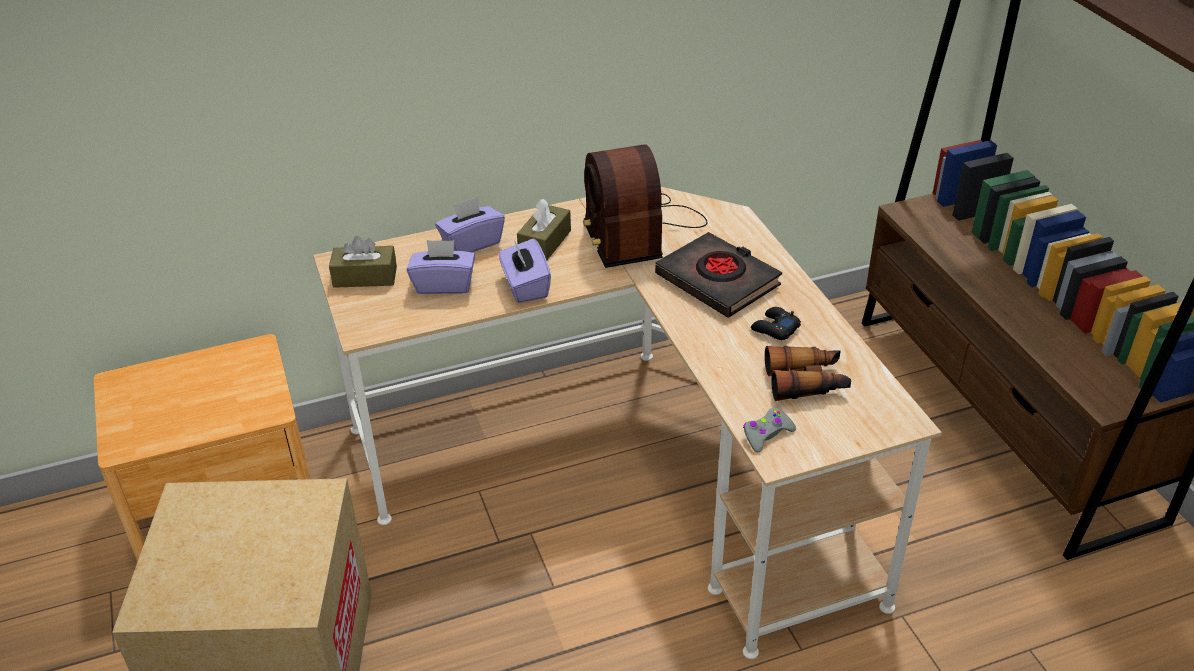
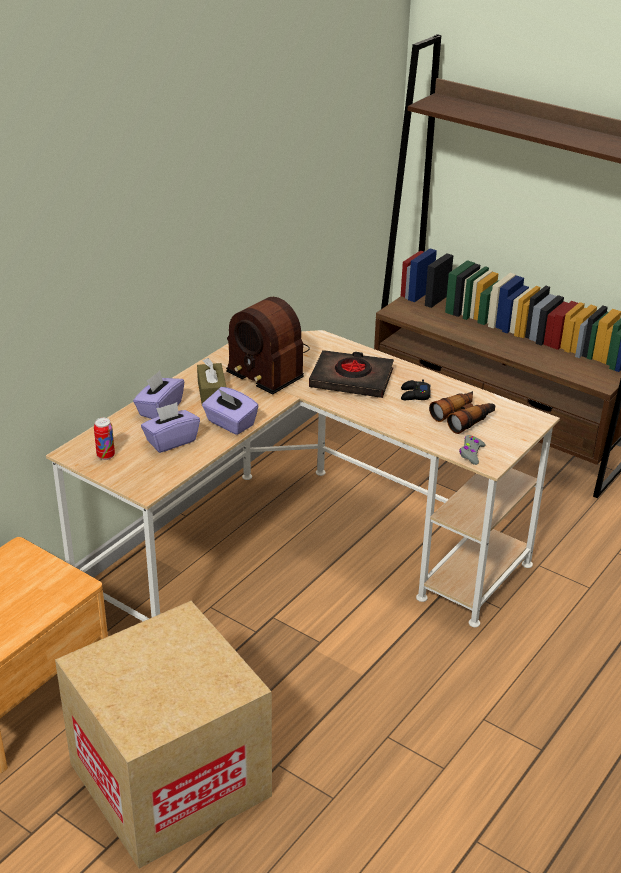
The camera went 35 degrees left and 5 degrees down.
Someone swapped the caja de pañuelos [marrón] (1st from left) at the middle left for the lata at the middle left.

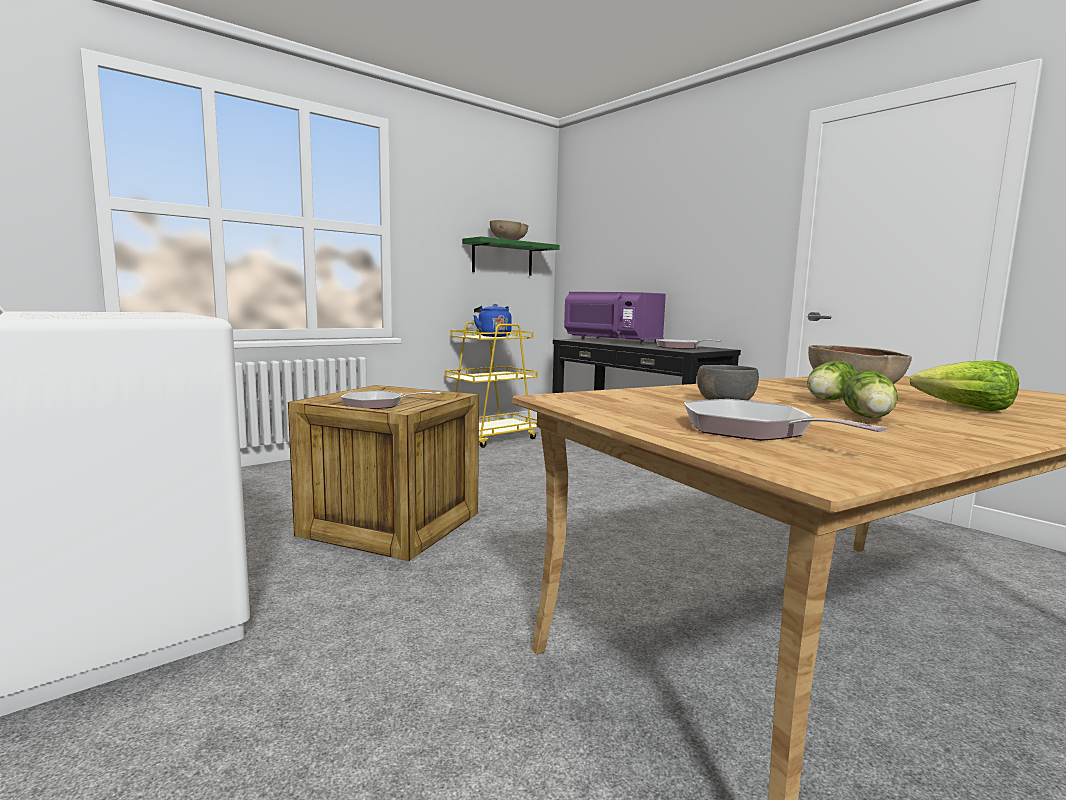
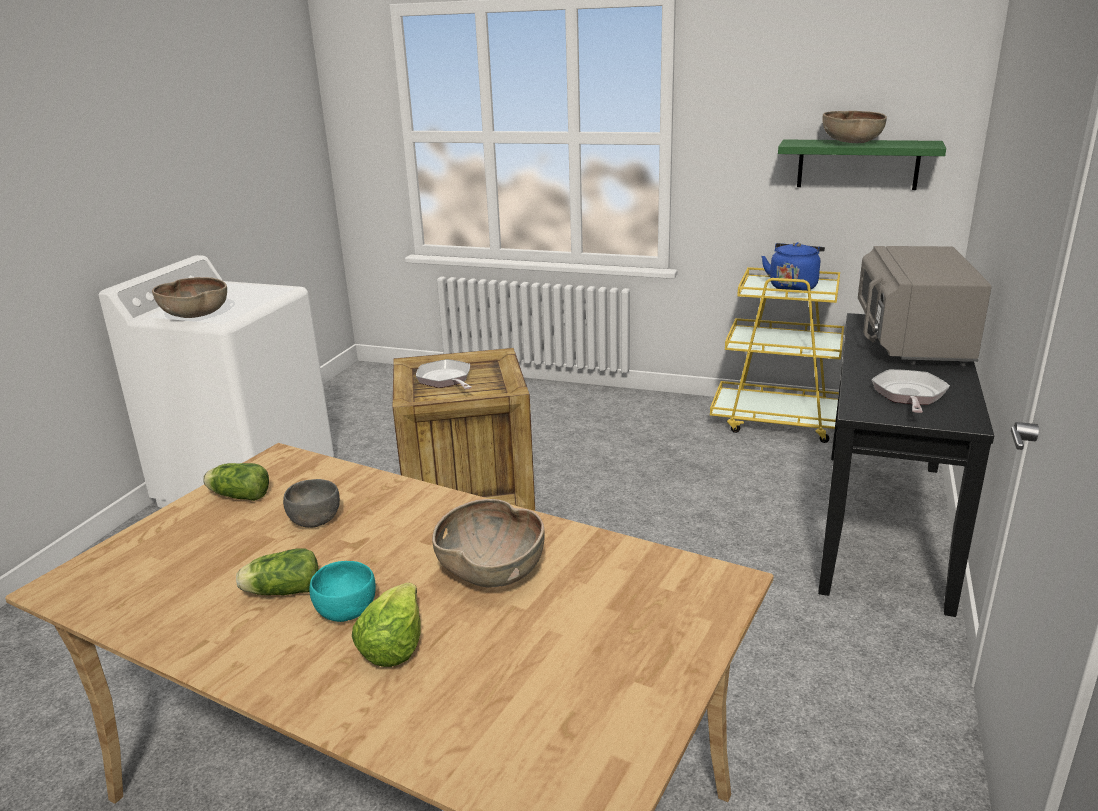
The camera went 60 degrees right and 15 degrees up.
Someone repainted the microondas [morado] at the centre, which became the microondas [gris] at the middle right.
Someone took away the sartén (3rd from left) at the middle right.
Someone carried the lechuga (1st from left) from the middle right to the middle left.
Someone put down the cuenco [marrón] (1st from left) at the middle left.
Someone put down the cuenco [turquesa] at the bottom left.

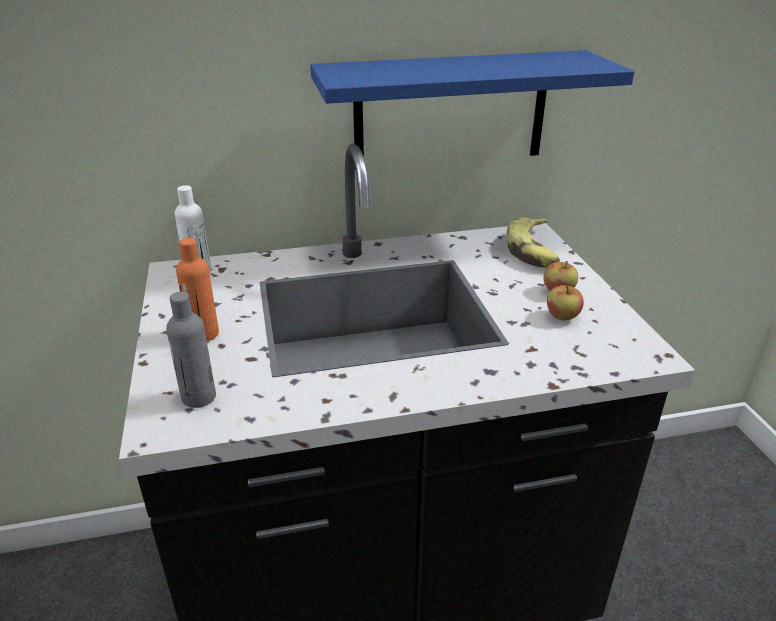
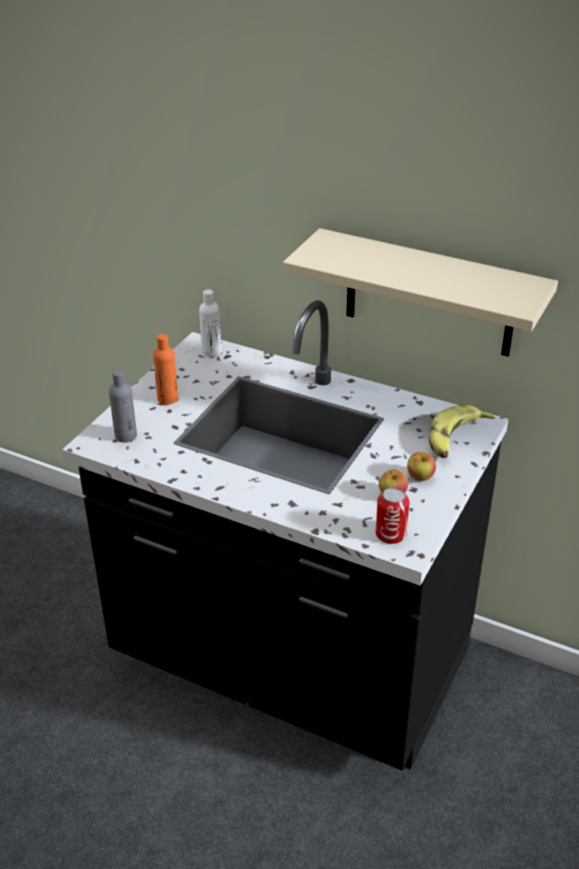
The camera went 40 degrees right and 5 degrees up.
Someone repainted the estante [azul] at the top centre, which became the estante [beis] at the middle right.
Someone put down the lata at the middle right.

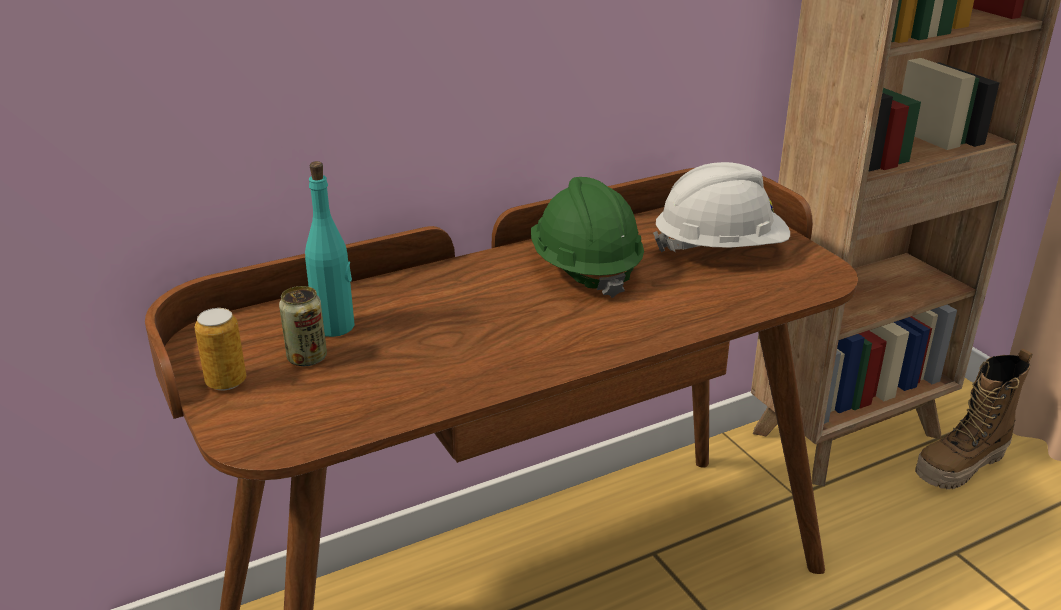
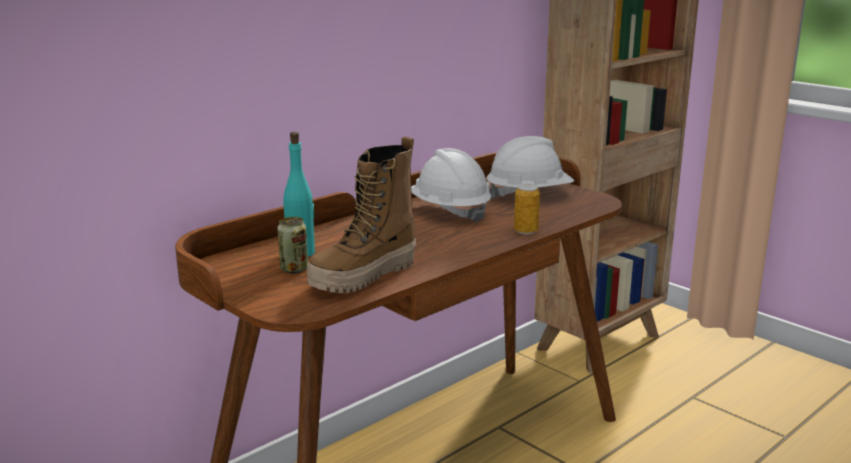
The camera went 15 degrees left and 10 degrees down.
Someone carried the lata (1st from left in the first image) from the middle left to the centre.
Someone repainted the casco [verde] at the centre, which became the casco [blanco] (1st from left) at the centre.
Someone carried the bota from the bottom right to the centre.

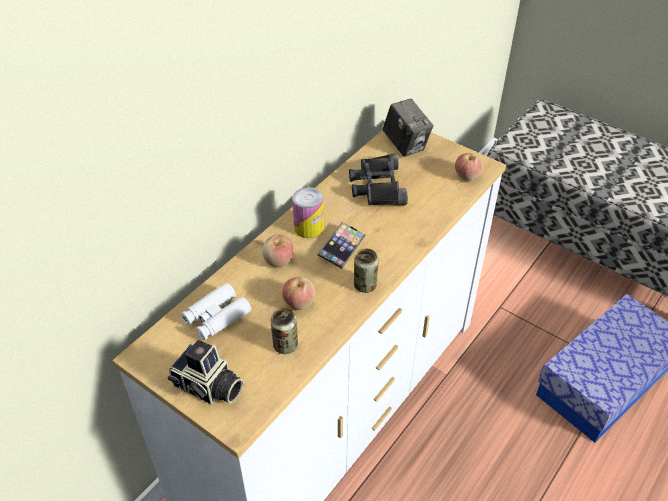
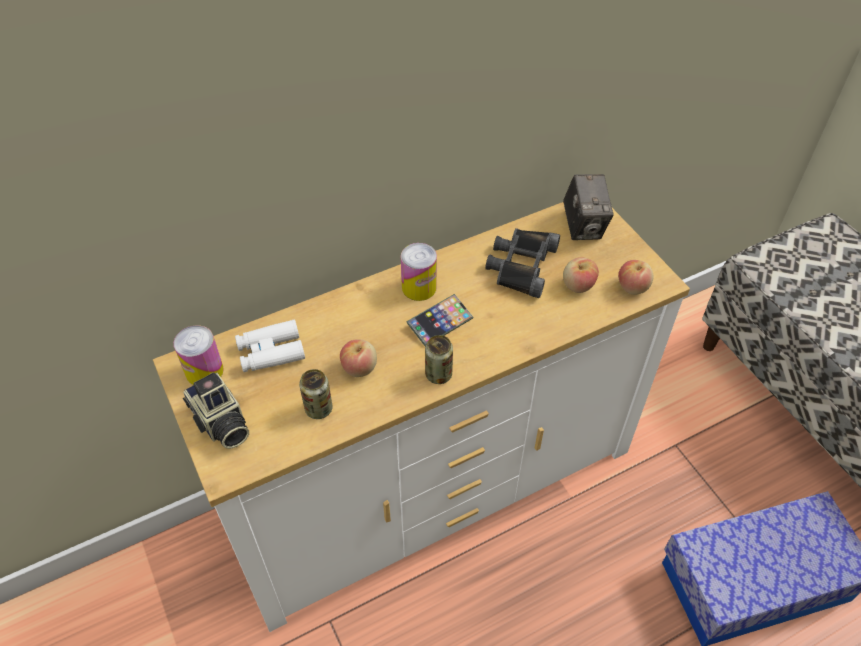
The camera went 25 degrees right and 5 degrees up.
Someone carried the manzana (1st from left in the first image) from the centre to the middle right.
Someone put down the lata (1st from left) at the middle left.

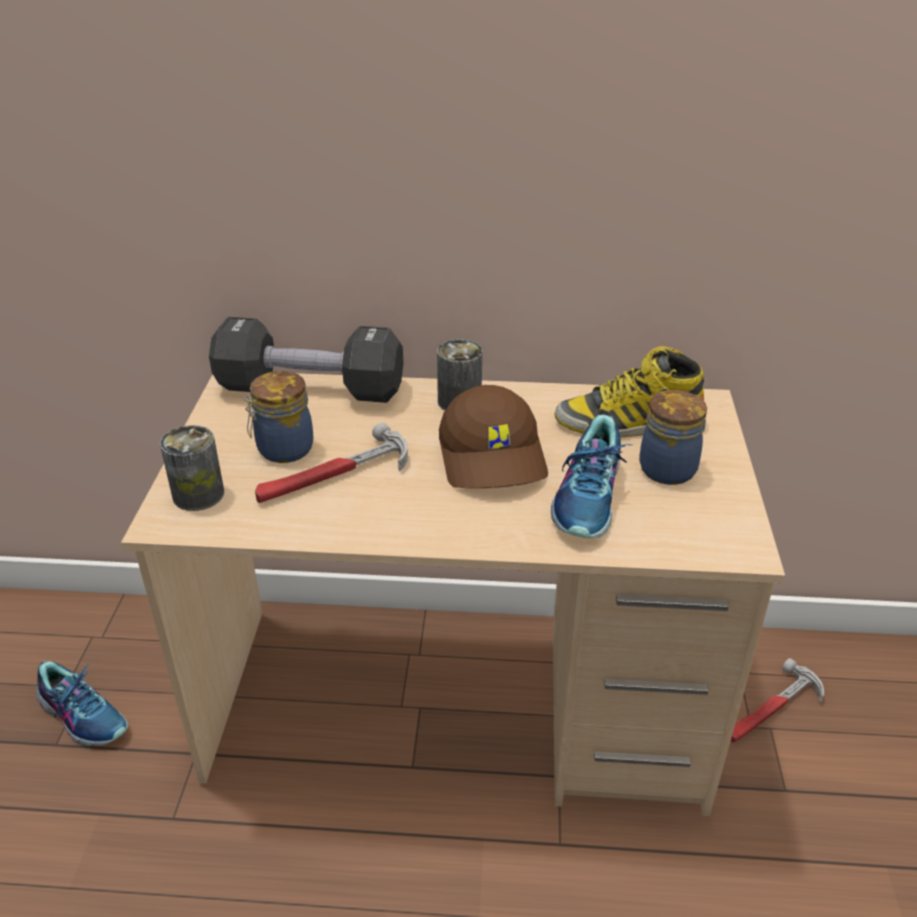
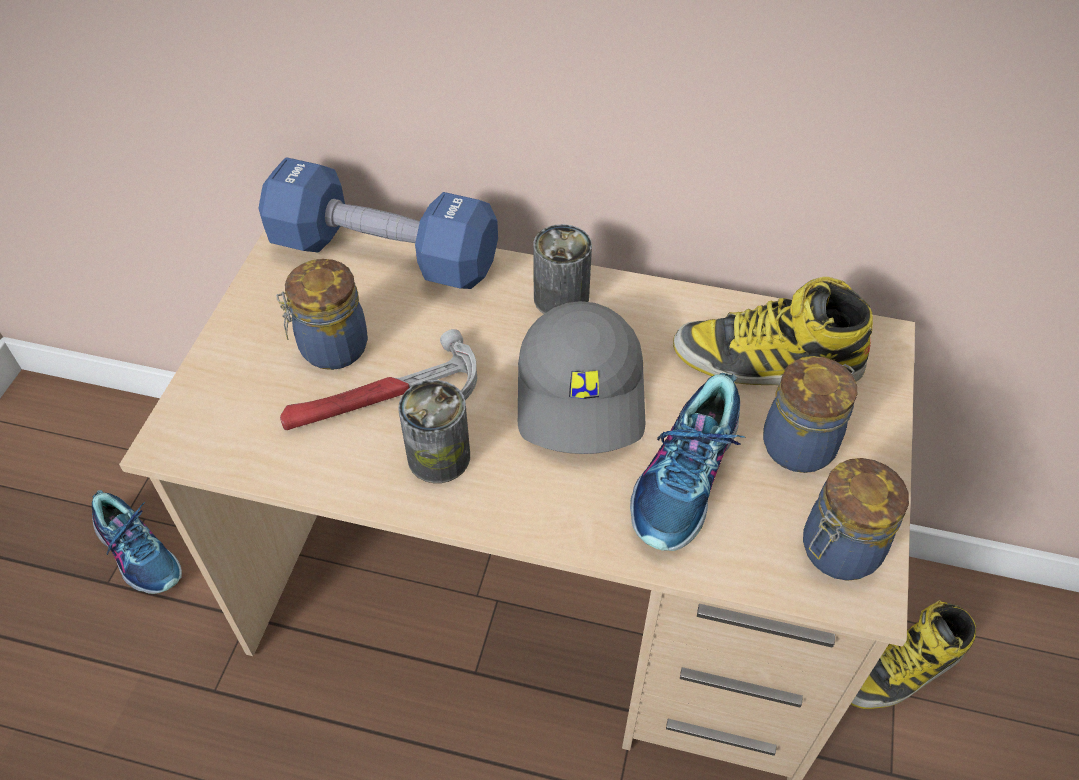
The camera went 10 degrees right and 15 degrees up.
Someone carried the lata (1st from left) from the middle left to the centre.
Someone repainted the mancuerna [negro] at the centre, which became the mancuerna [azul] at the top centre.
Someone repainted the gorra [marrón] at the centre, which became the gorra [gris] at the centre.
Someone swapped the martillo (2nd from left) at the bottom right for the bota (2nd from left) at the bottom right.
Someone put down the tarro (3rd from left) at the middle right.

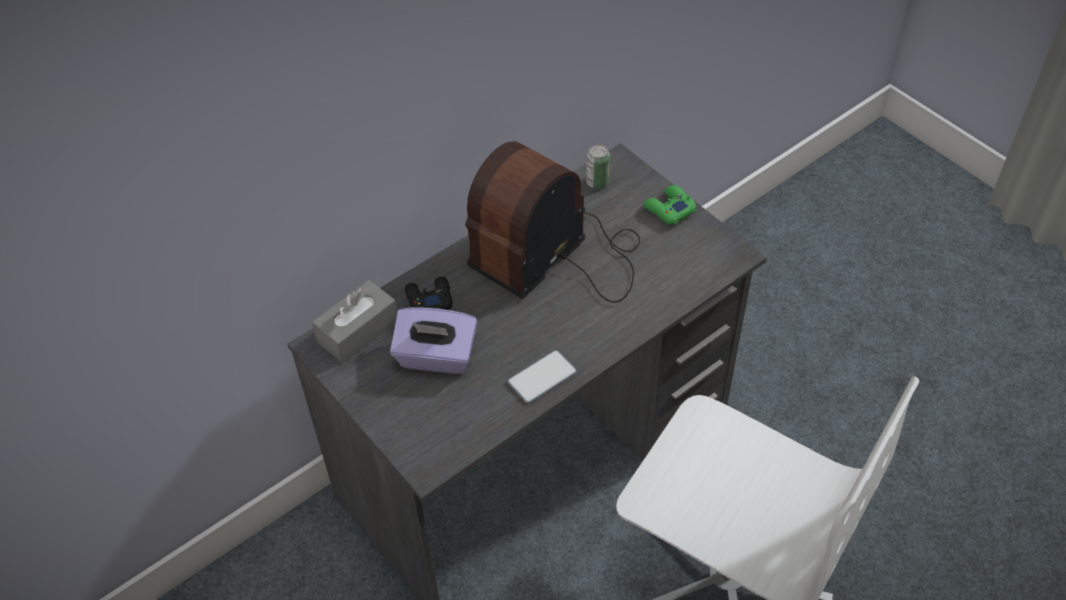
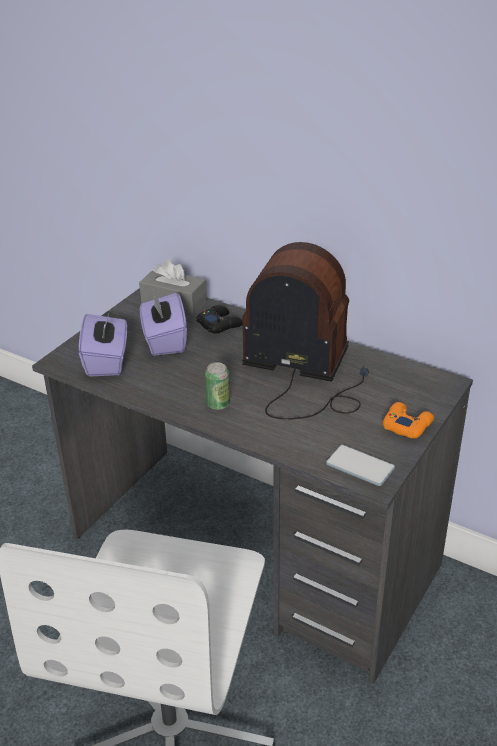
The camera went 70 degrees right and 15 degrees down.
Someone carried the móvil from the centre to the middle right.
Someone carried the lata from the top centre to the centre.
Someone repainted the mando de consola [verde] at the centre, which became the mando de consola [naranja] at the middle right.
Someone put down the caja de pañuelos [morado] (1st from left) at the middle left.

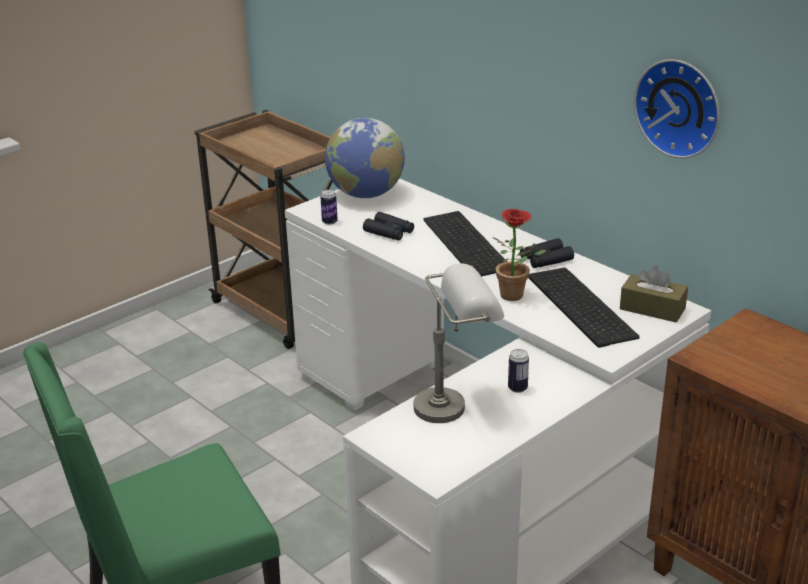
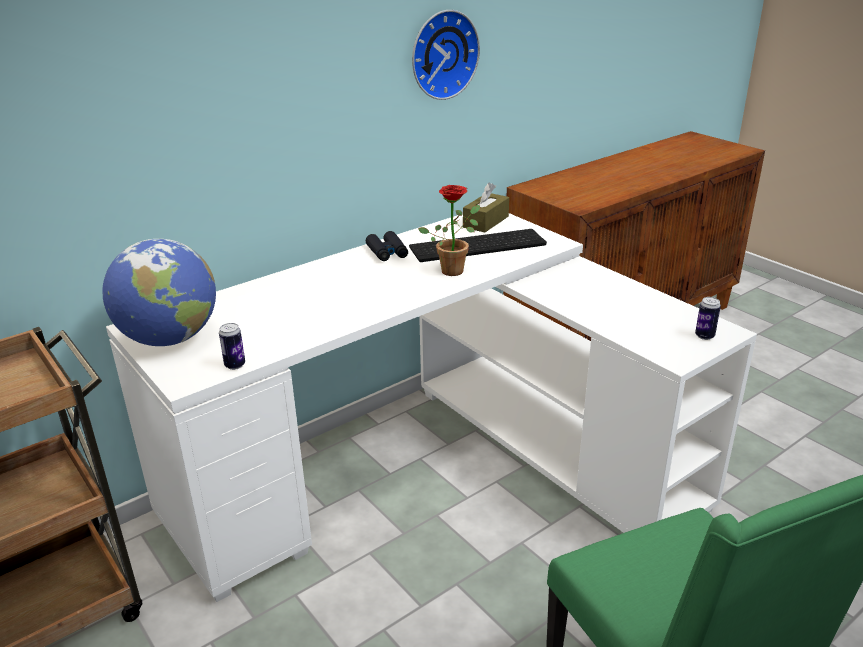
The camera went 85 degrees left and 0 degrees up.
Someone took away the prismáticos [negro] (1st from left) at the centre.
Someone took away the lámpara de mesa [gris] at the centre.
Someone took away the teclado (1st from left) at the centre.
Someone carried the lata (2nd from left) from the centre to the middle right.

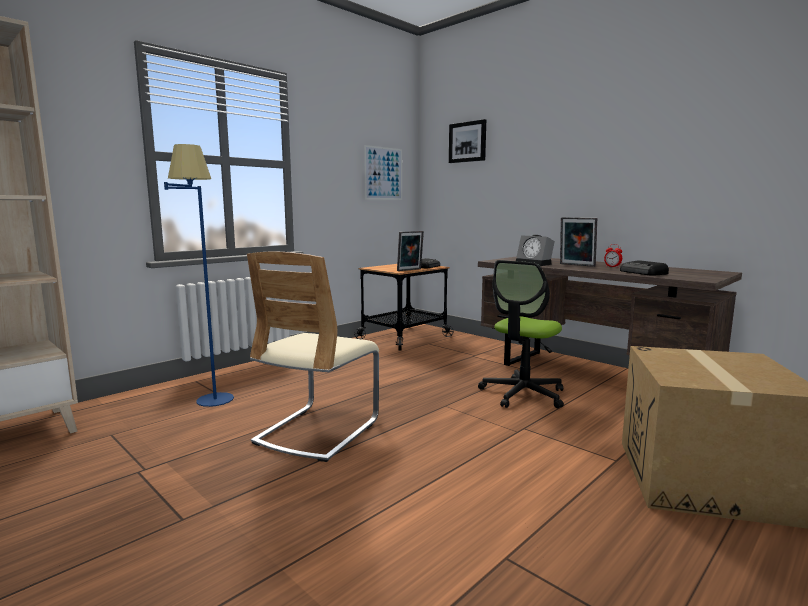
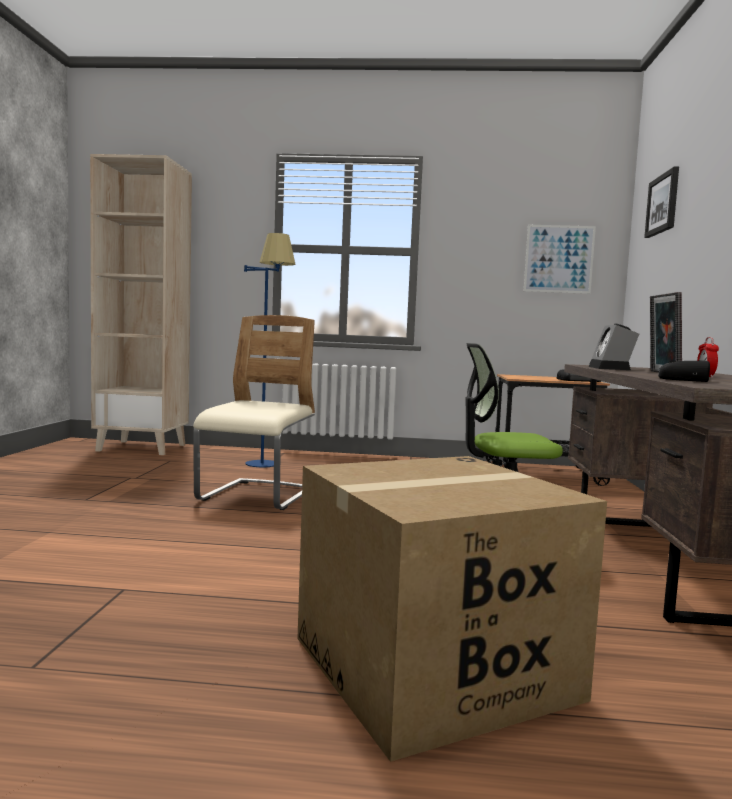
The camera went 50 degrees right and 5 degrees down.
Someone rotated the silla [beis] at the centre by 120 degrees clockwise.
Someone took away the portarretratos (1st from left) at the centre.

